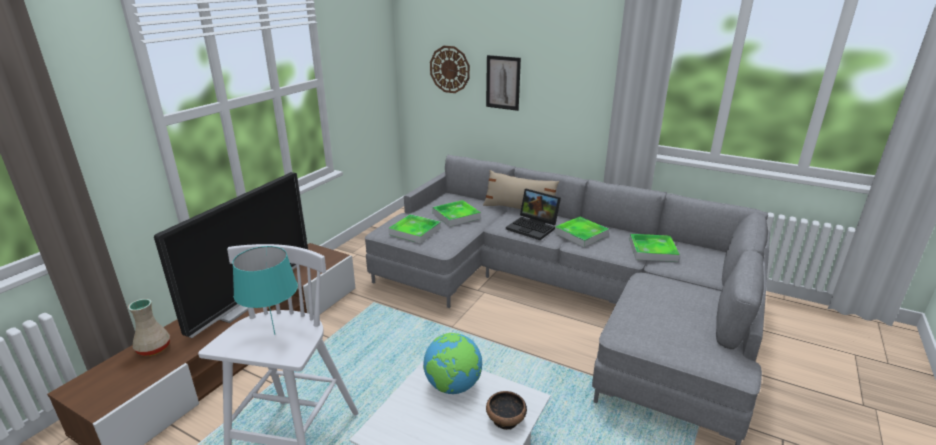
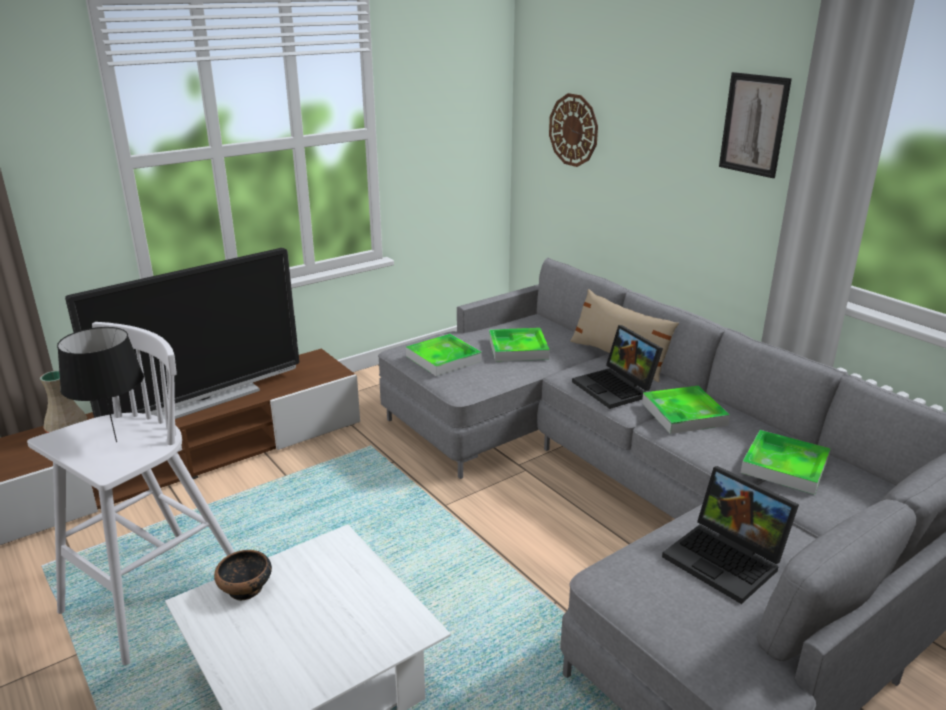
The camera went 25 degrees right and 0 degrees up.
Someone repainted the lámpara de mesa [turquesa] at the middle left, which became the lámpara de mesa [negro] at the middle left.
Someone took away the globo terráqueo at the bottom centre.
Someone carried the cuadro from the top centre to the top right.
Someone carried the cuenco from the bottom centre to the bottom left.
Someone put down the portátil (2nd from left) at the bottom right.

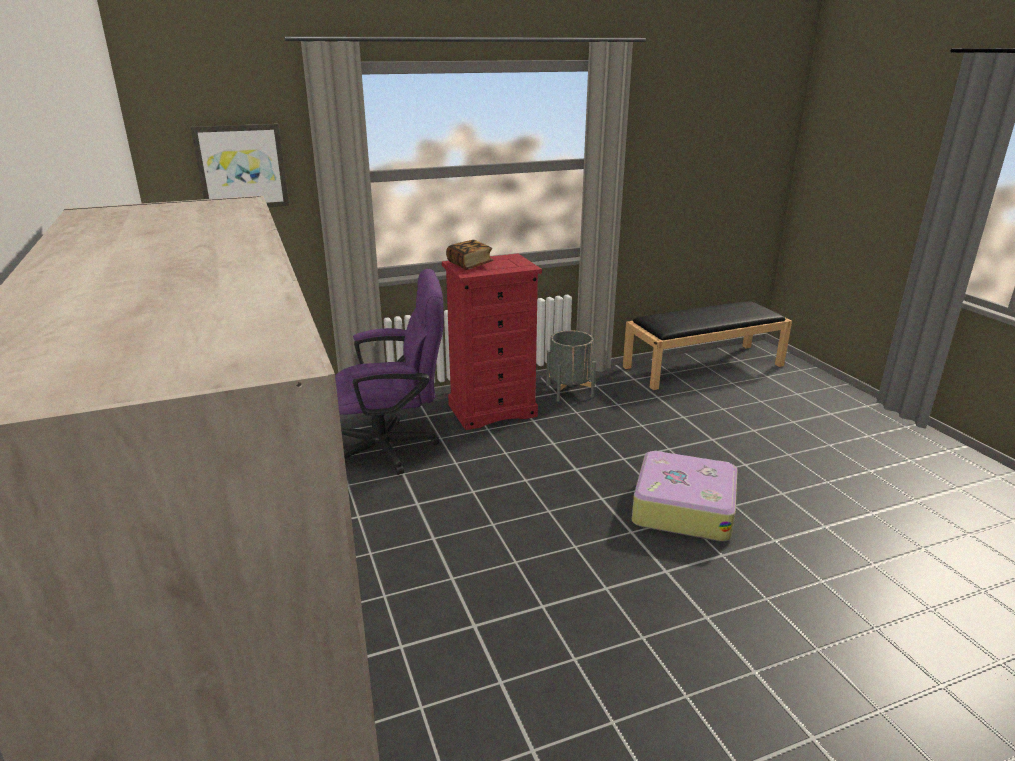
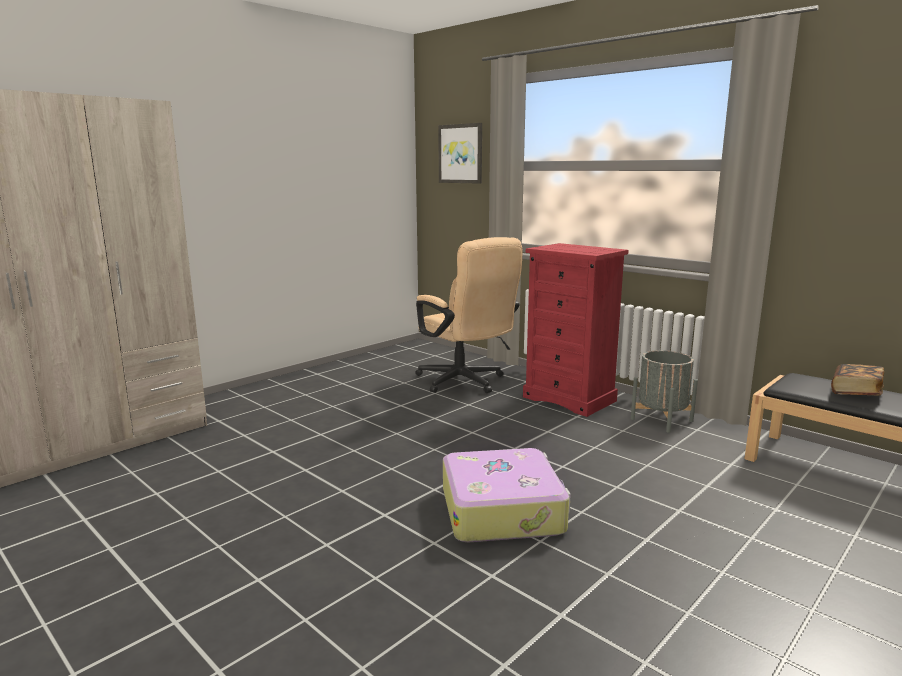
The camera went 65 degrees right and 10 degrees down.
Someone repainted the silla de oficina [morado] at the centre, which became the silla de oficina [beis] at the centre.
Someone carried the libro from the centre to the middle right.

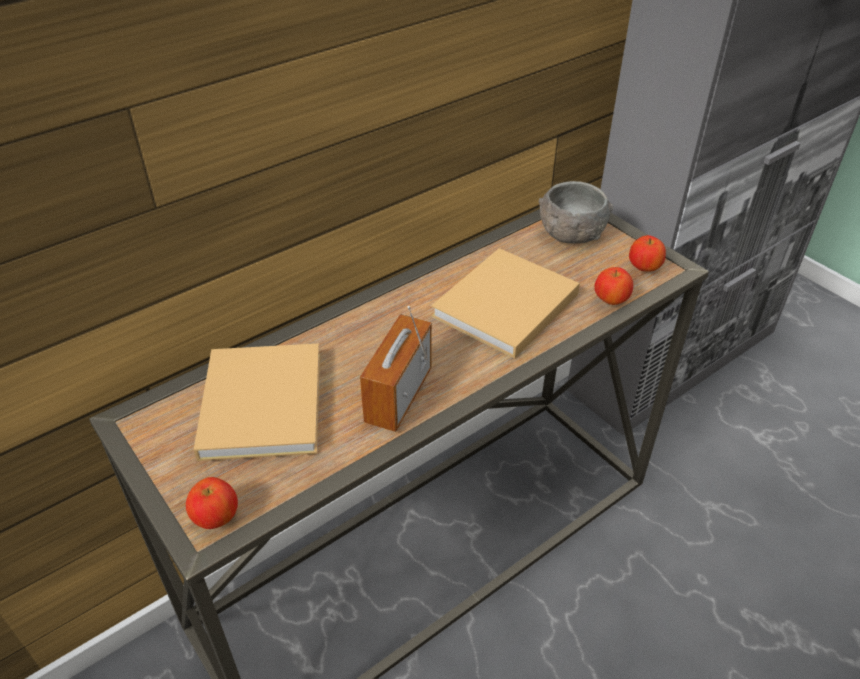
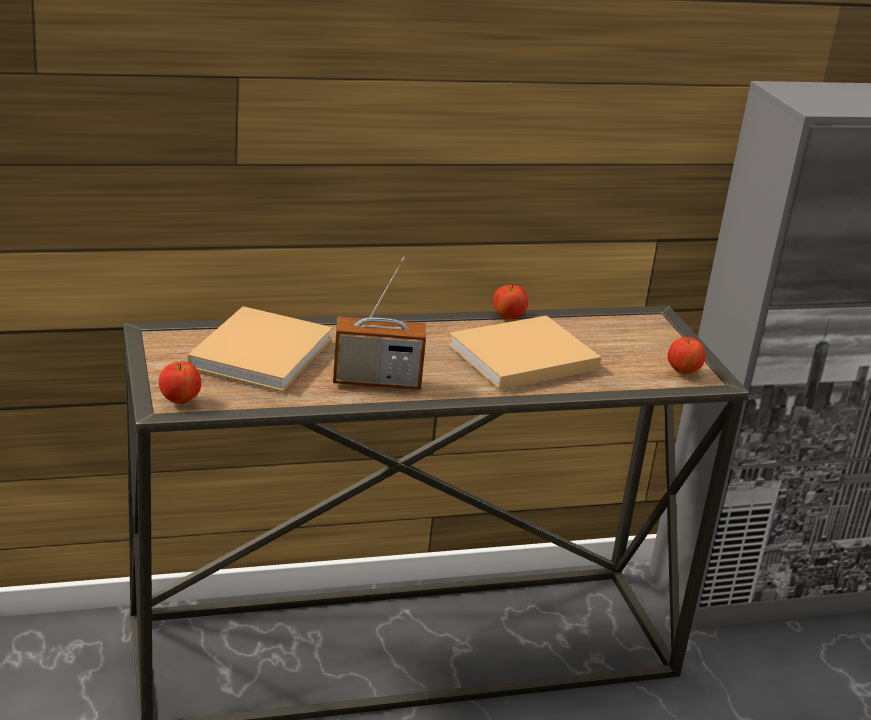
The camera went 20 degrees right and 15 degrees down.
Someone rotated the radio at the centre by 135 degrees counterclockwise.
Someone took away the cuenco [gris] at the top right.
Someone carried the manzana (2nd from left) from the middle right to the centre.

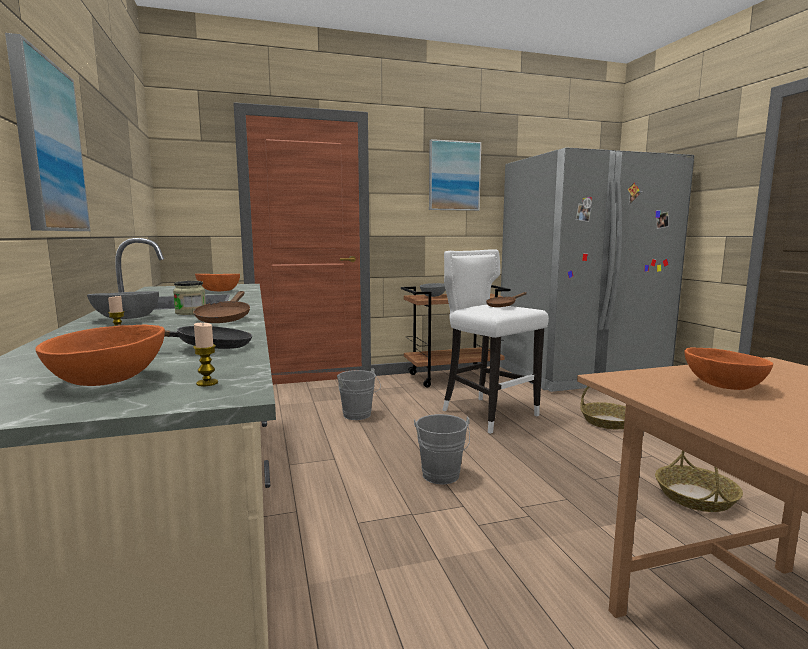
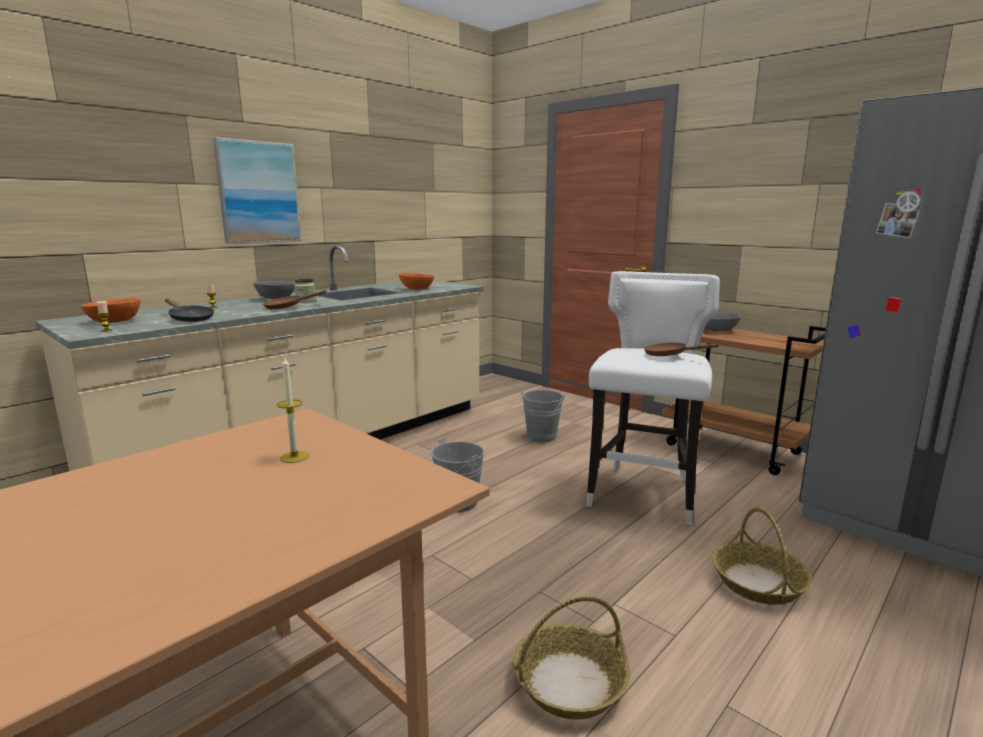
The camera went 60 degrees right and 5 degrees up.
Someone took away the cuadro (2nd from left) at the top centre.
Someone swapped the cuenco [naranja] (3rd from left) at the middle right for the vela (3rd from left) at the middle left.

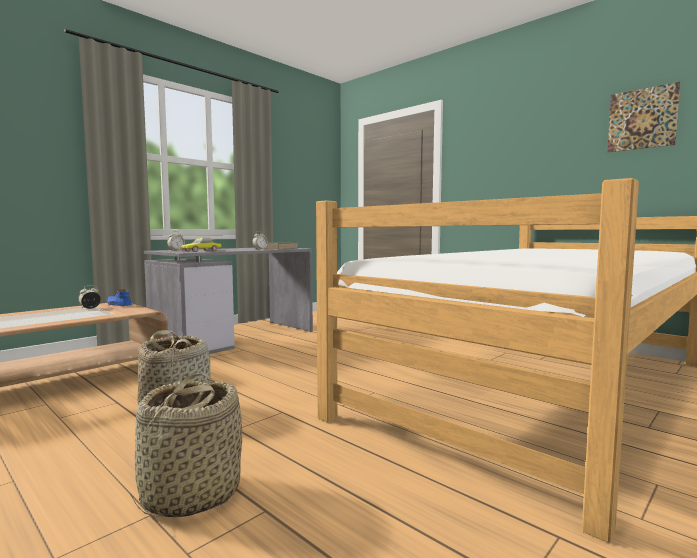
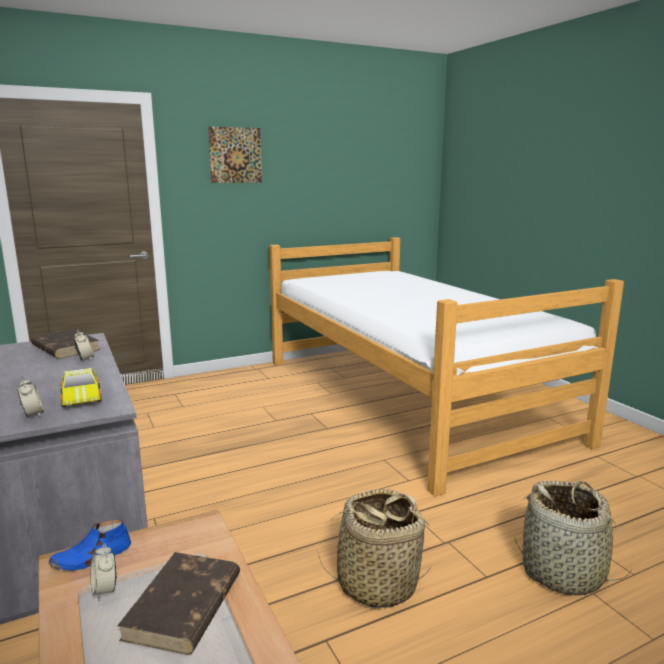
The camera went 70 degrees left and 10 degrees up.
Someone carried the cuadro from the top right to the top centre.
Someone put down the libro [marrón] (2nd from left) at the bottom left.

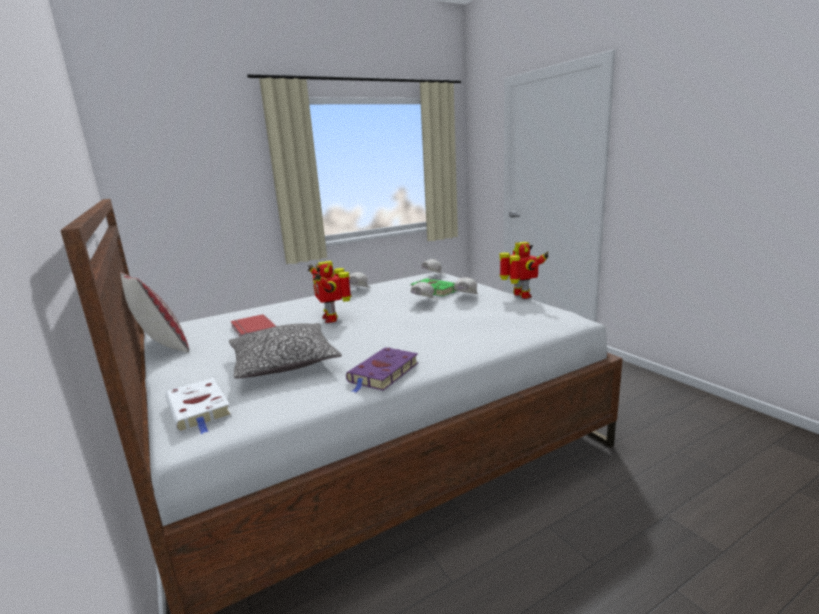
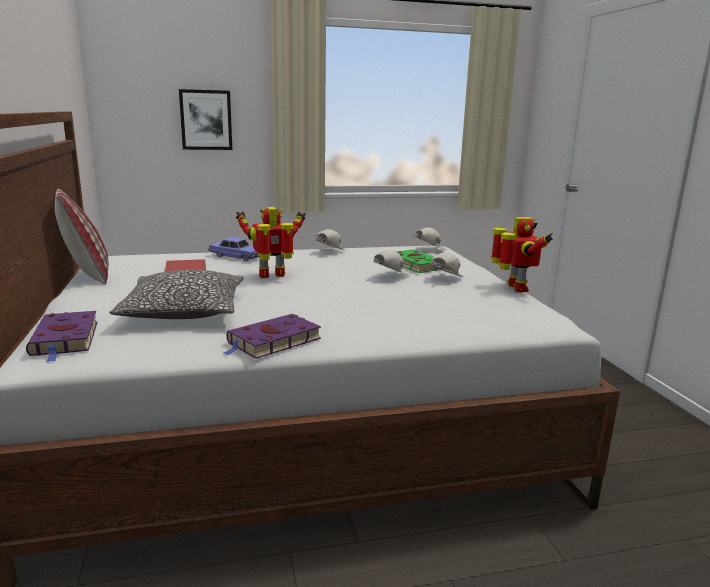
The camera went 15 degrees right and 0 degrees up.
Someone repainted the libro [blanco] at the middle left, which became the libro [morado] (1st from left) at the middle left.
Someone rotated the robot de juguete (1st from left) at the centre by 75 degrees clockwise.
Someone put up the cuadro at the top left.
Someone put down the coche de juguete at the middle left.

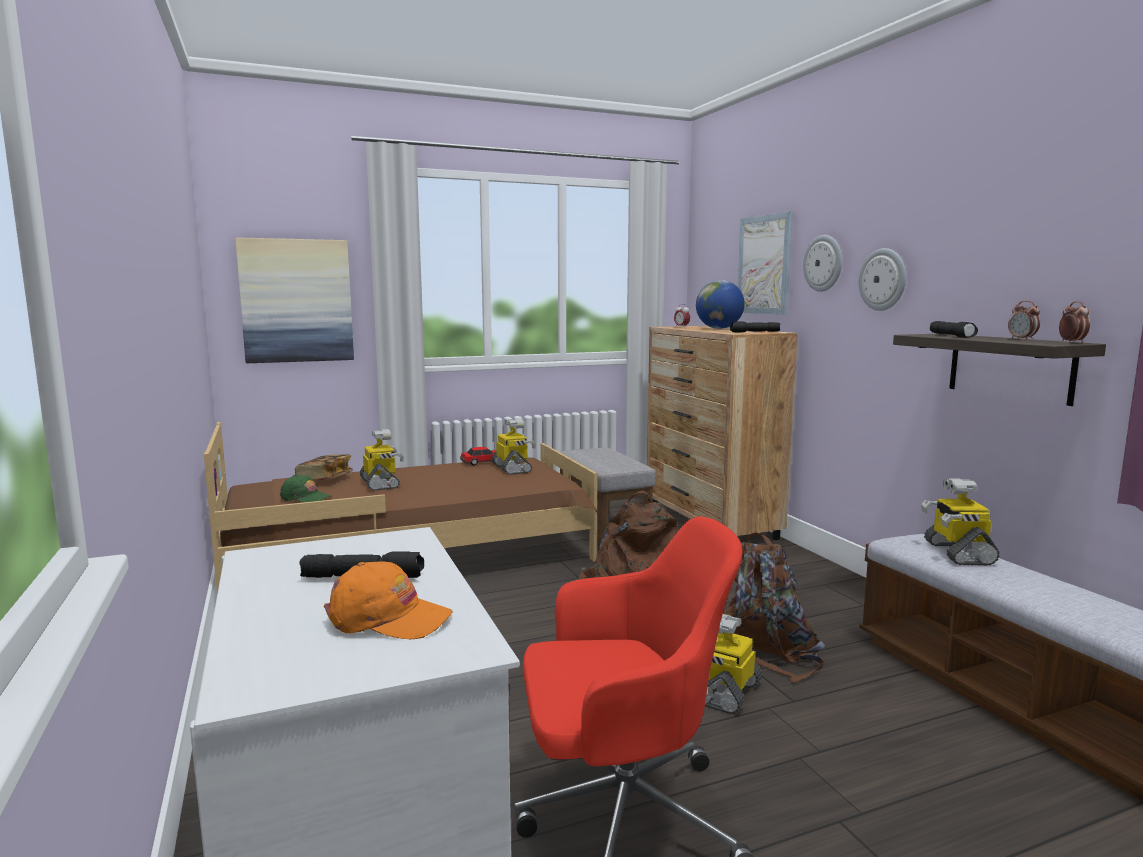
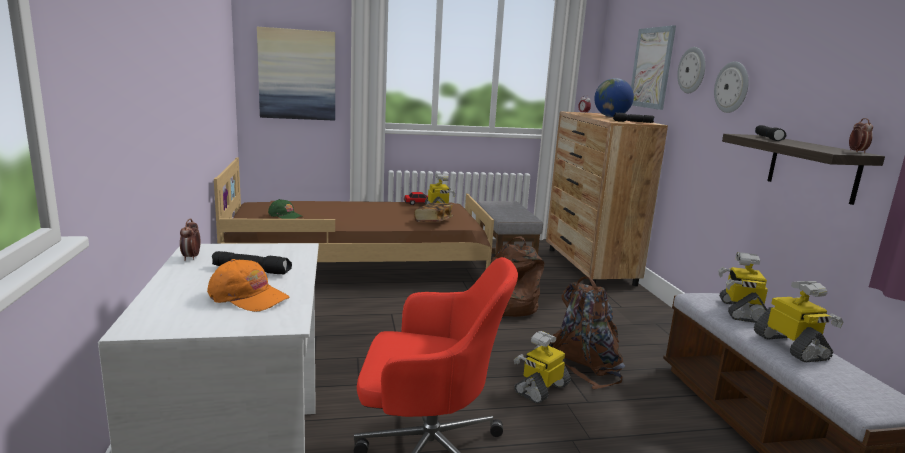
The camera went 10 degrees right and 5 degrees up.
Someone carried the libro from the middle left to the centre.
Someone carried the robot de juguete (1st from left in the first image) from the centre to the bottom right.
Someone carried the despertador (2nd from left in the first image) from the middle right to the middle left.

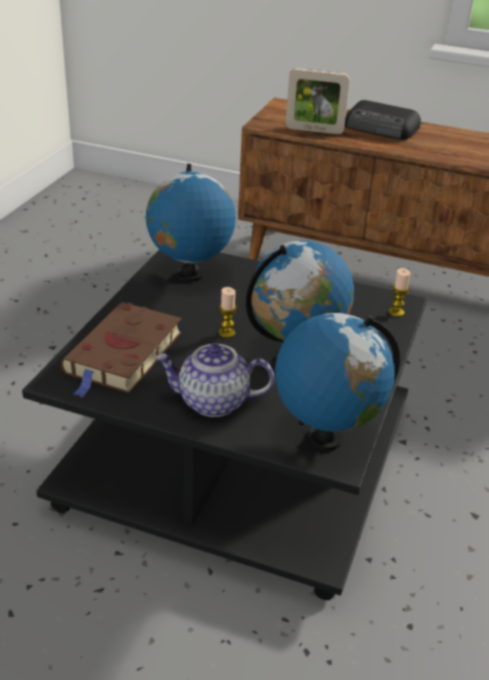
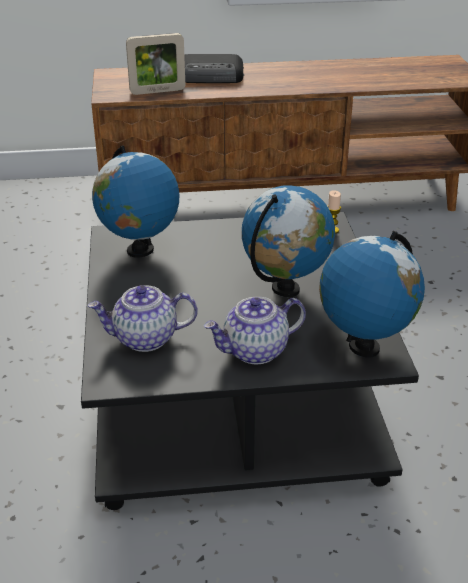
The camera went 25 degrees left and 0 degrees up.
Someone swapped the libro [marrón] at the middle left for the tetera (1st from left) at the middle left.
Someone took away the vela (1st from left) at the centre.

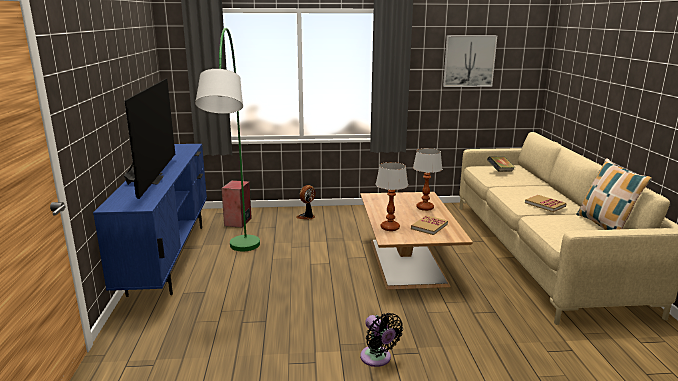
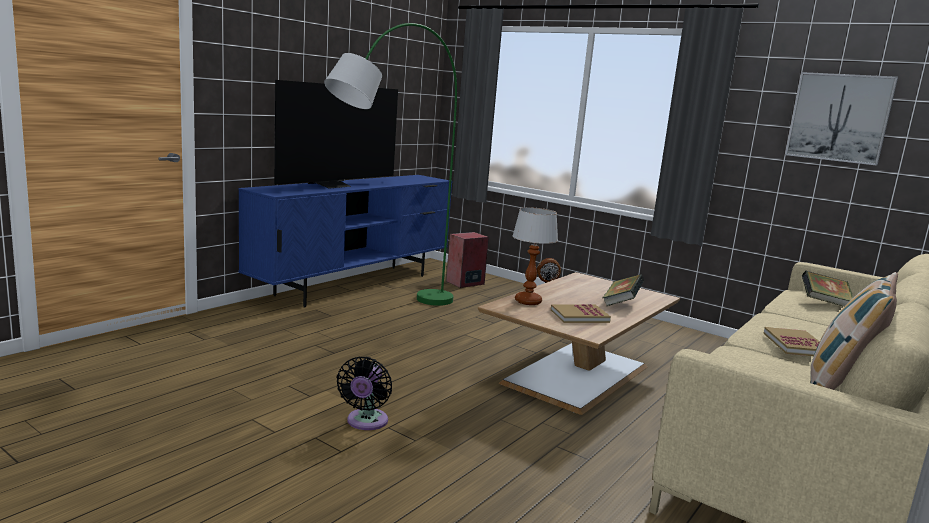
The camera went 40 degrees right and 5 degrees down.
Someone swapped the lámpara de mesa (2nd from left) at the centre for the libro (2nd from left) at the middle right.

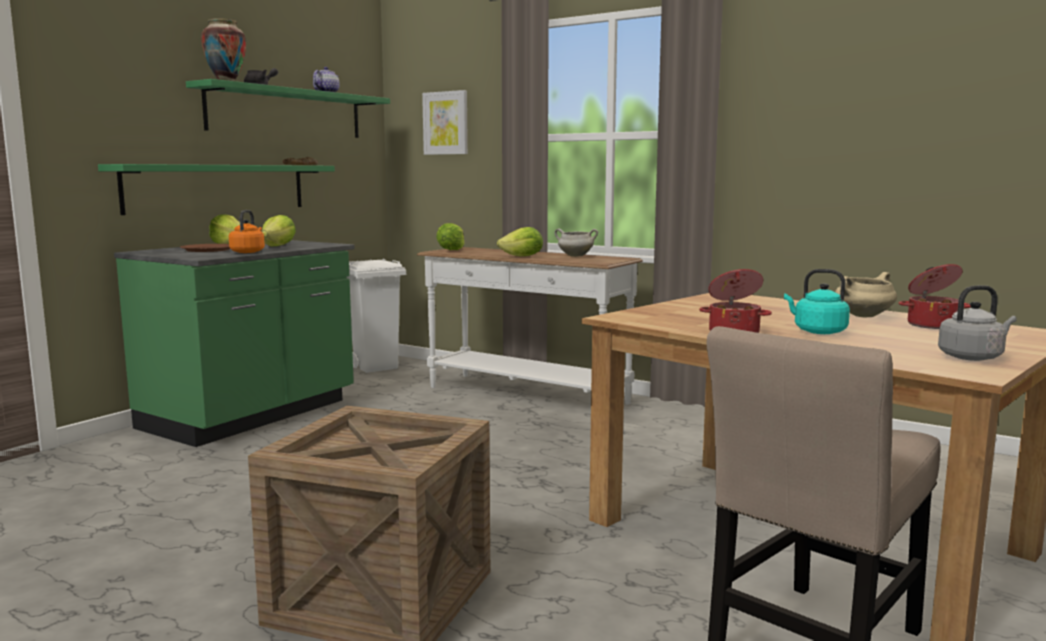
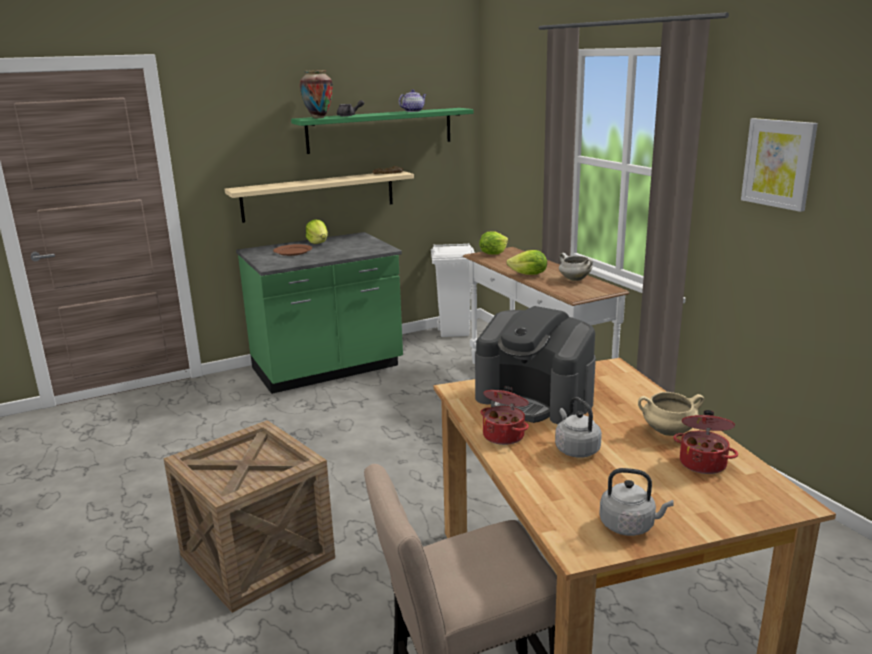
The camera went 30 degrees right and 10 degrees up.
Someone repainted the estante [verde] (1st from left) at the top left, which became the estante [beis] at the top centre.
Someone took away the hervidor [naranja] at the middle left.
Someone took away the lechuga (2nd from left) at the middle left.
Someone carried the cuadro from the top centre to the top right.
Someone repainted the hervidor [turquesa] at the middle right, which became the hervidor [gris] (1st from left) at the centre.
Someone put down the cafetera at the centre.

